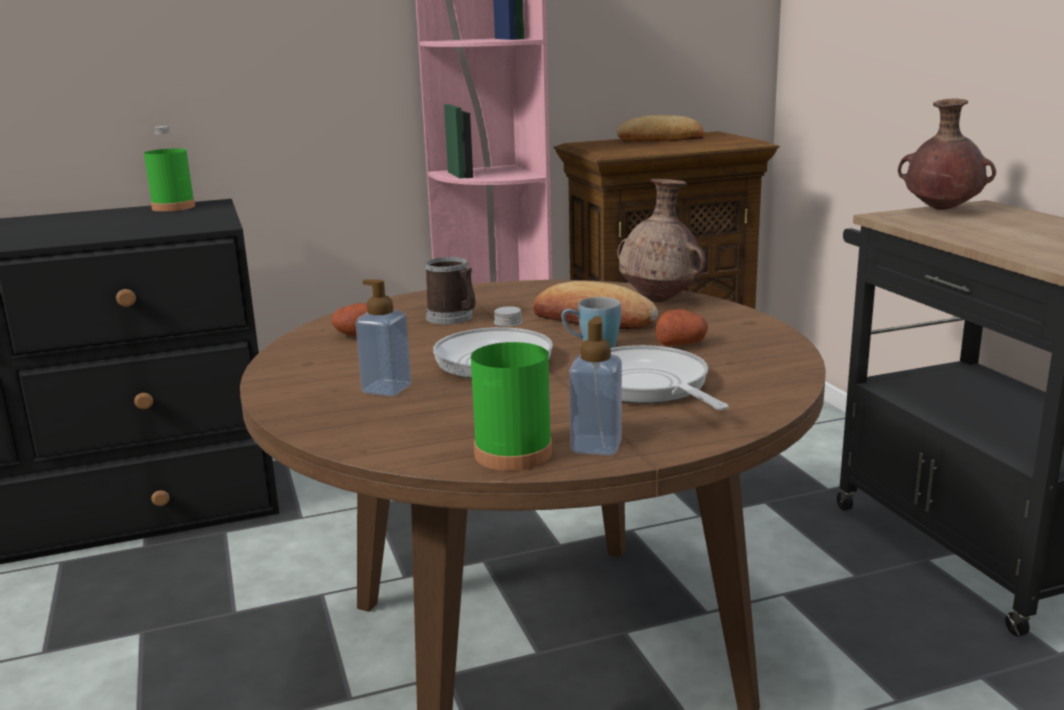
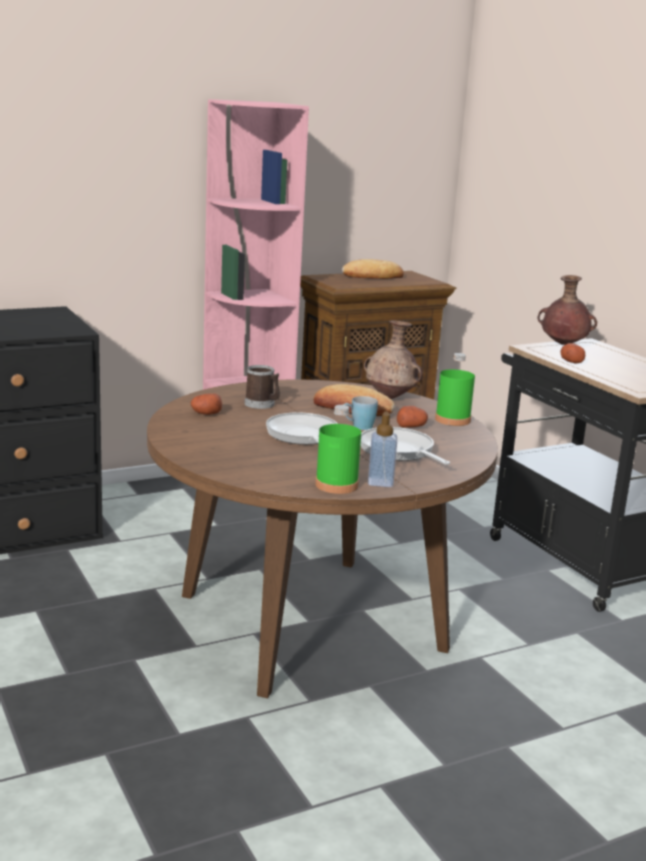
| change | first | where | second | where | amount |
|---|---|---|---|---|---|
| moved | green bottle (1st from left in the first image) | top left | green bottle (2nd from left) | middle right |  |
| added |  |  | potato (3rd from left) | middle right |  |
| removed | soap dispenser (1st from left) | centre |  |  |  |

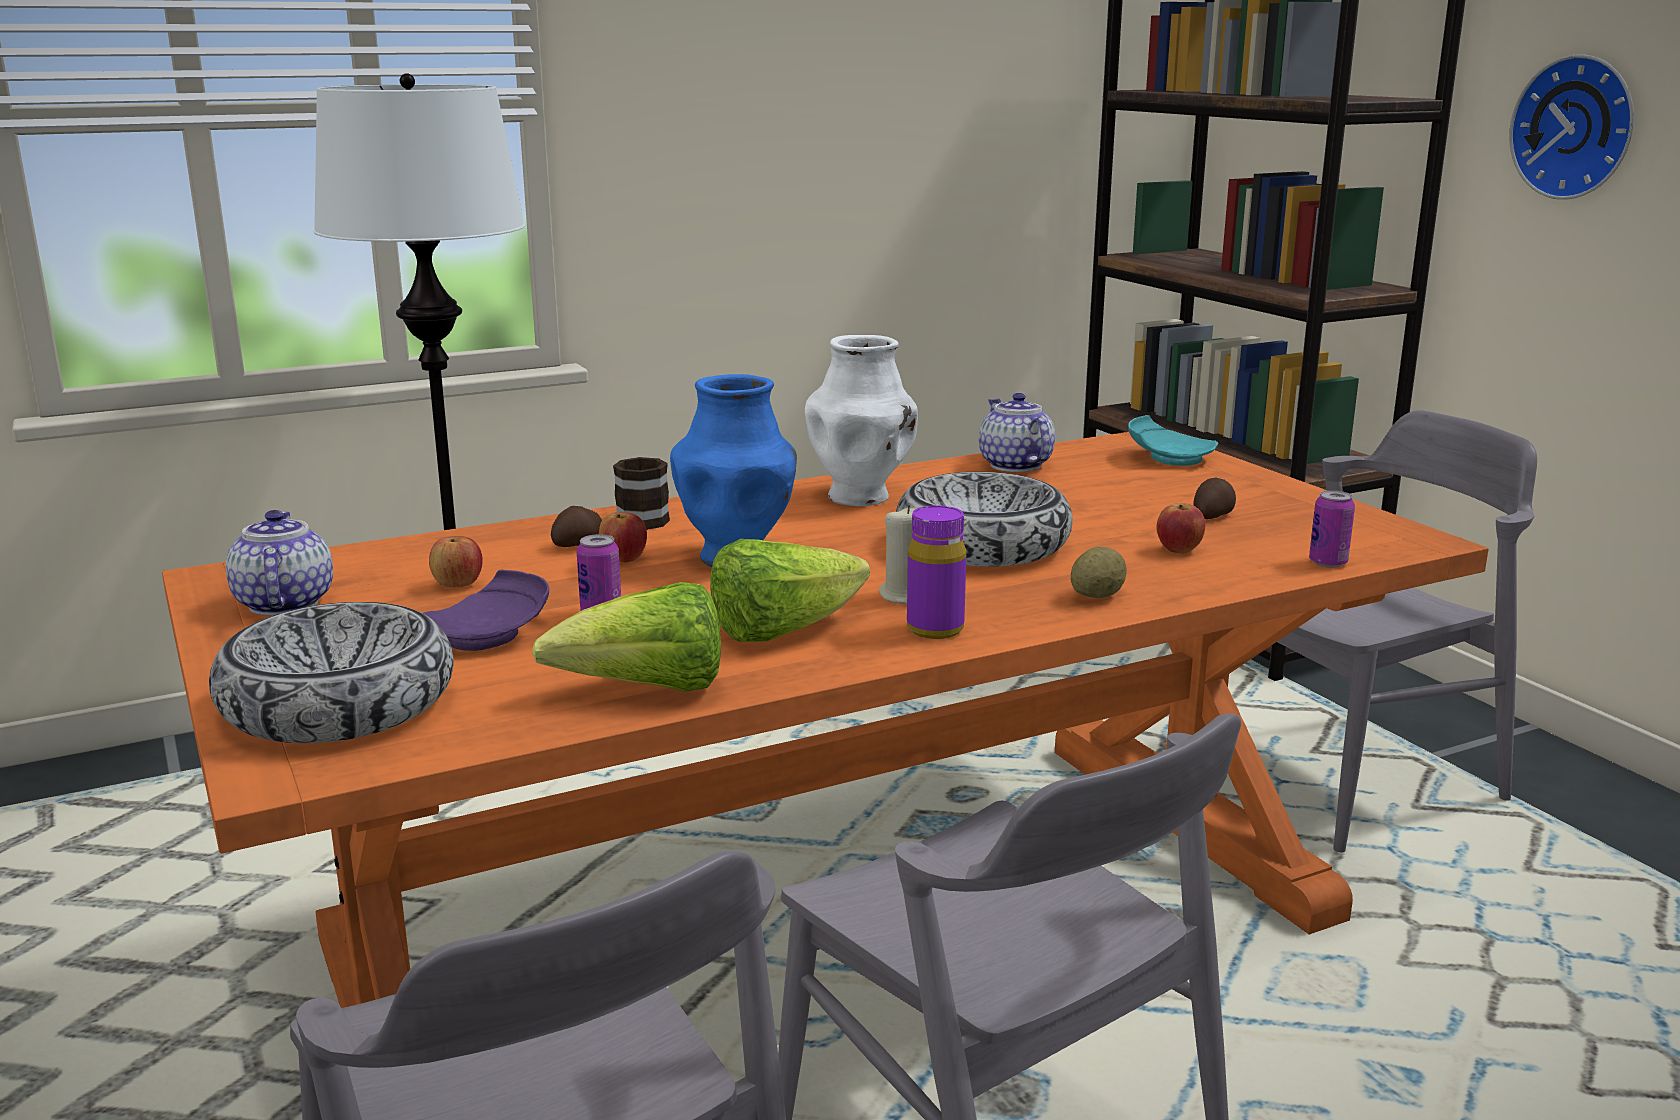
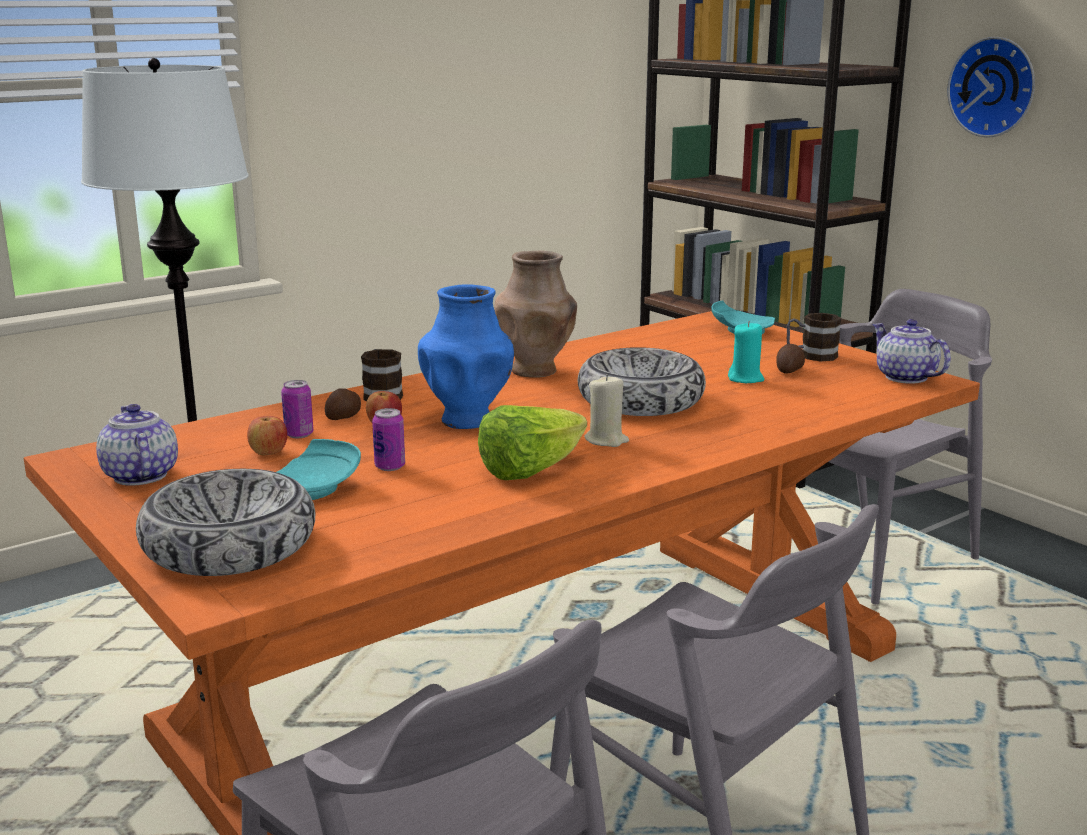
| change | first | where | second | where | amount |
|---|---|---|---|---|---|
| recoloured | purple plate | middle left | turquoise plate (1st from left) | middle left |  |
| moved | can (2nd from left in the first image) | middle right | can (1st from left) | middle left |  |
| recoloured | white vase | centre | brown vase | centre |  |
| added |  |  | turquoise candle | middle right |  |
| added |  |  | mug (2nd from left) | middle right |  |
| moved | teapot (2nd from left) | centre |  | middle right |  |
| removed | lettuce (1st from left) | centre |  |  |  |
| removed | purple bottle | centre |  |  |  |
| removed | potato (2nd from left) | centre |  |  |  |
| removed | apple (3rd from left) | middle right |  |  |  |

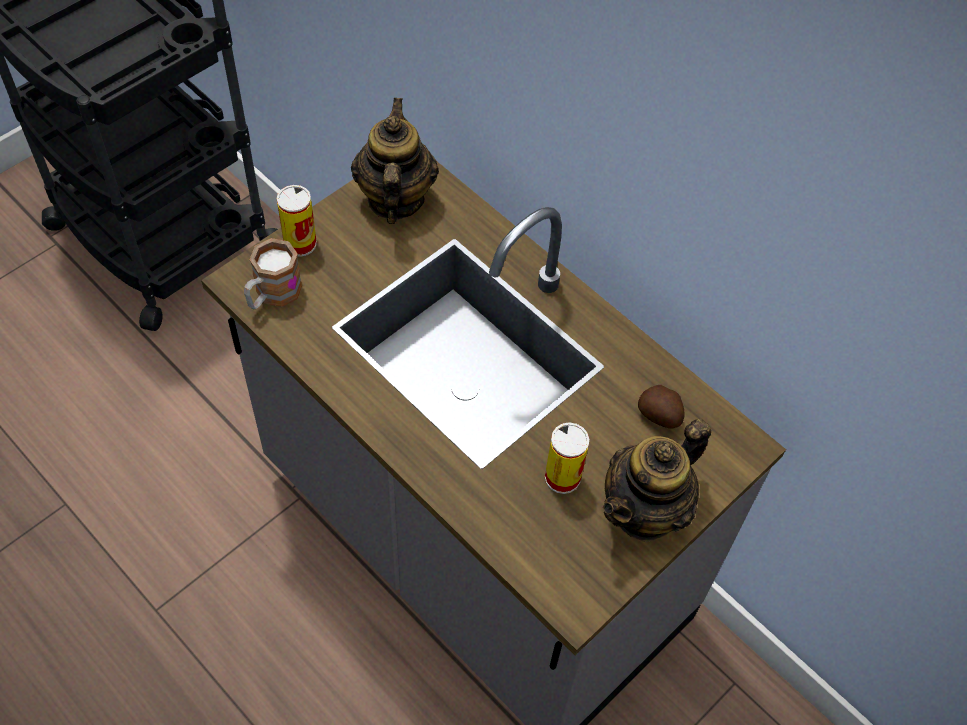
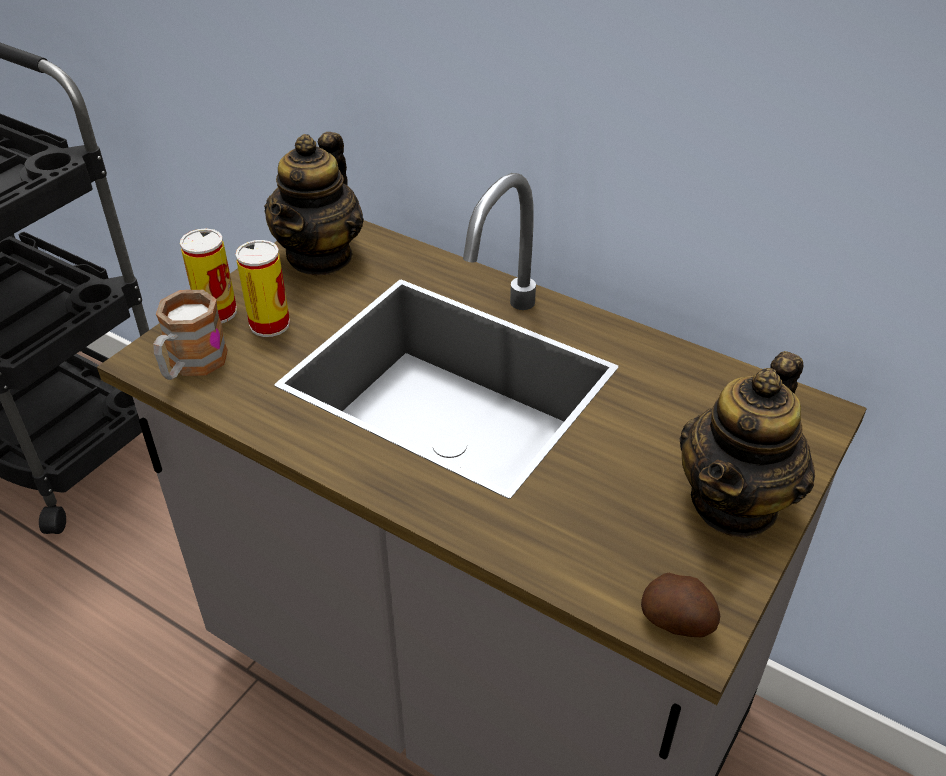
| change | first | where | second | where | amount |
|---|---|---|---|---|---|
| moved | can (2nd from left) | centre |  | middle left |  |
| turned | teapot (1st from left) | top centre |  | top left | 150 degrees counterclockwise |
| moved | potato | middle right |  | bottom right |  |

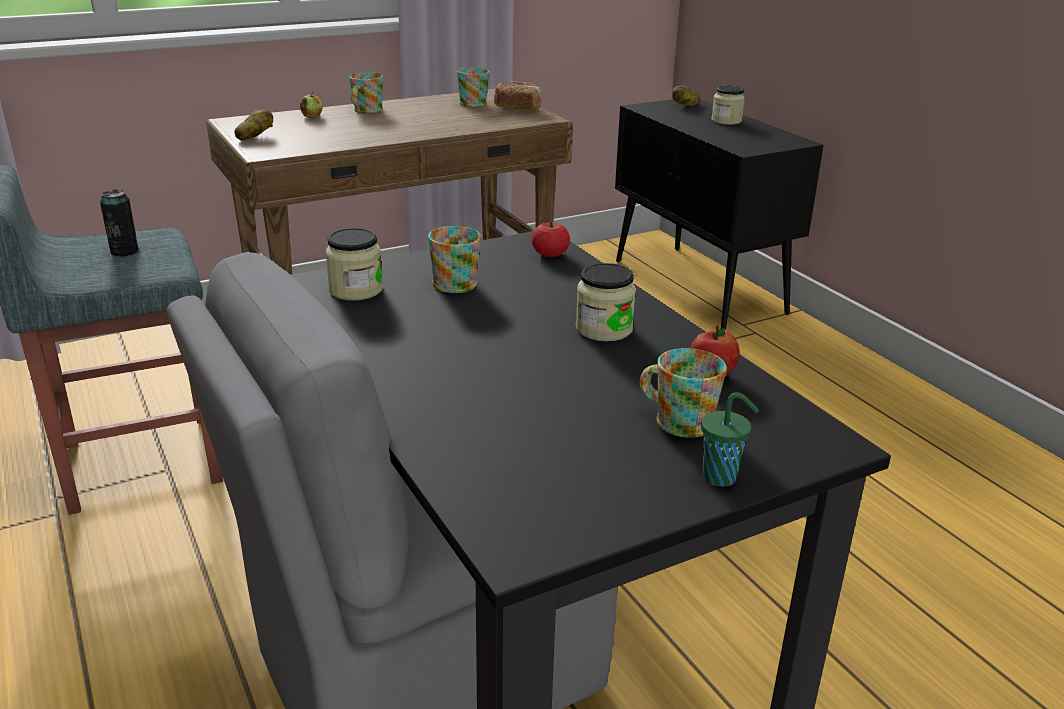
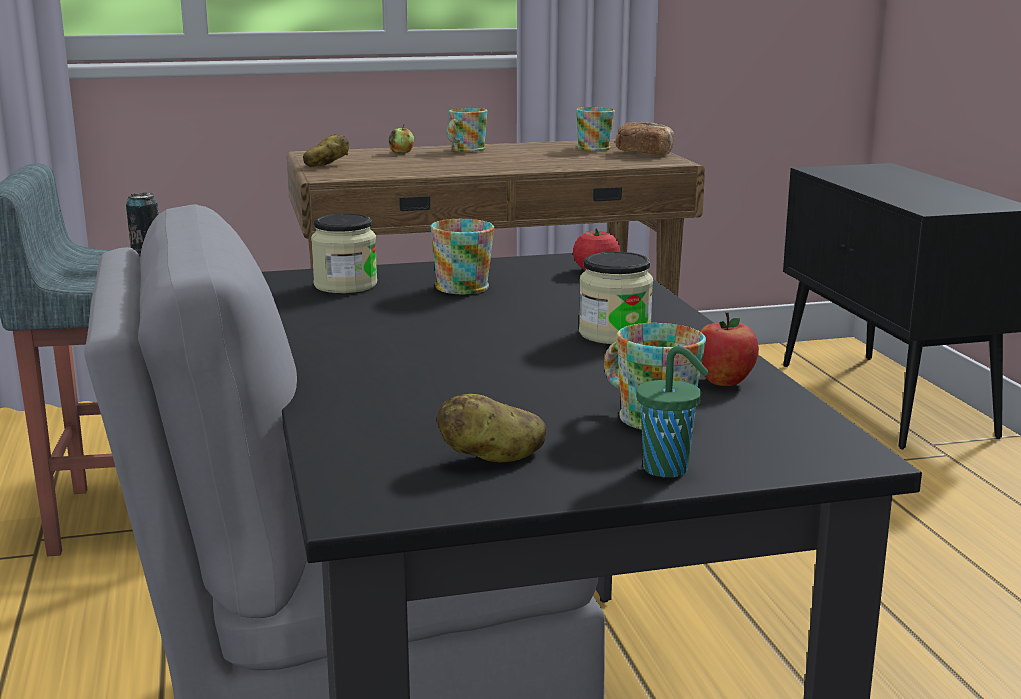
| change | first | where | second | where | amount |
|---|---|---|---|---|---|
| moved | potato (2nd from left) | top centre |  | centre |  |
| removed | jar (3rd from left) | top right |  |  |  |

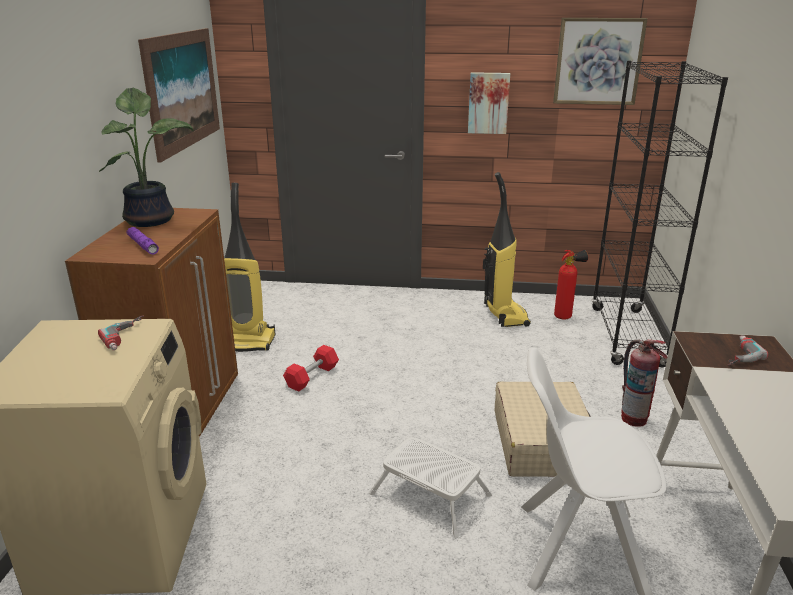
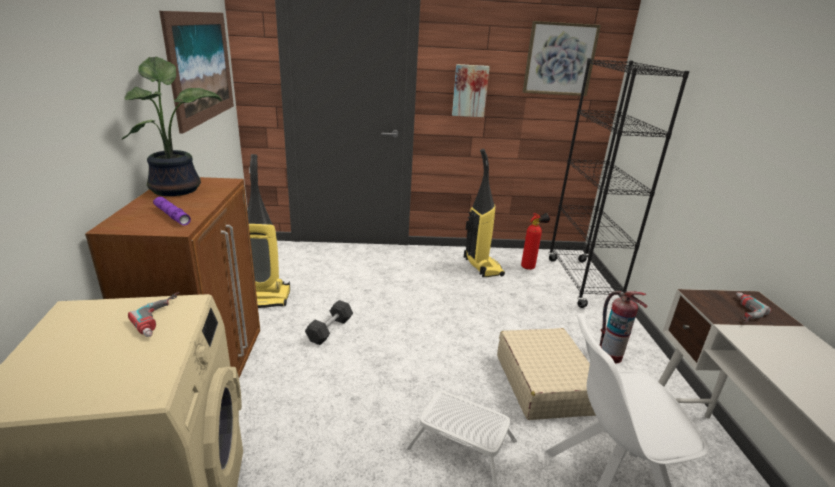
| change | first | where | second | where | amount |
|---|---|---|---|---|---|
| recoloured | red dumbbell | centre | grey dumbbell | centre |  |

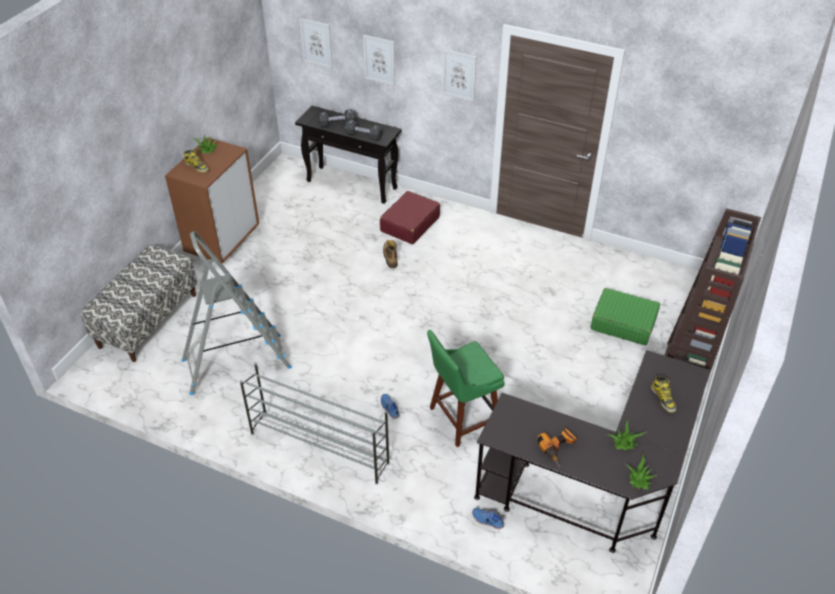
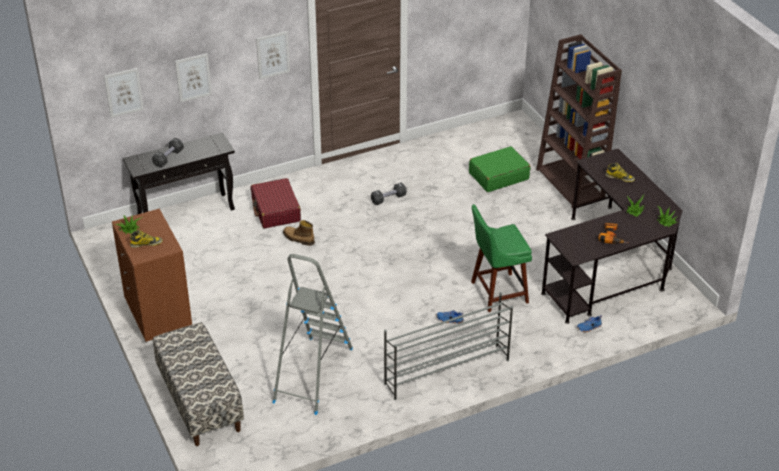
| change | first | where | second | where | amount |
|---|---|---|---|---|---|
| moved | black dumbbell (2nd from left) | top centre |  | centre |  |
| turned | green chair | centre |  | centre | 60 degrees clockwise |

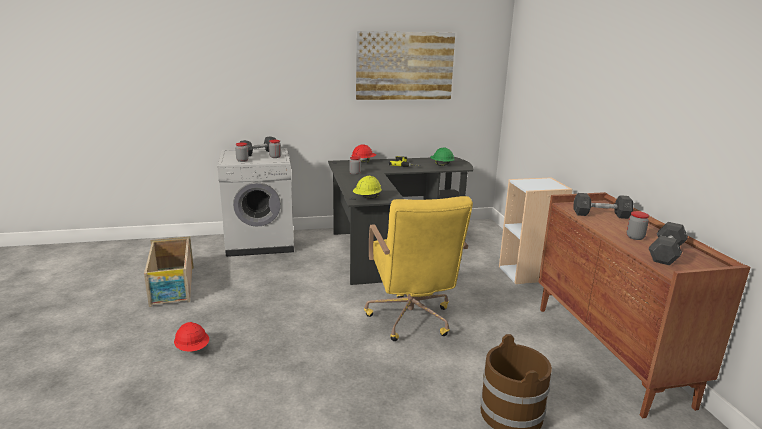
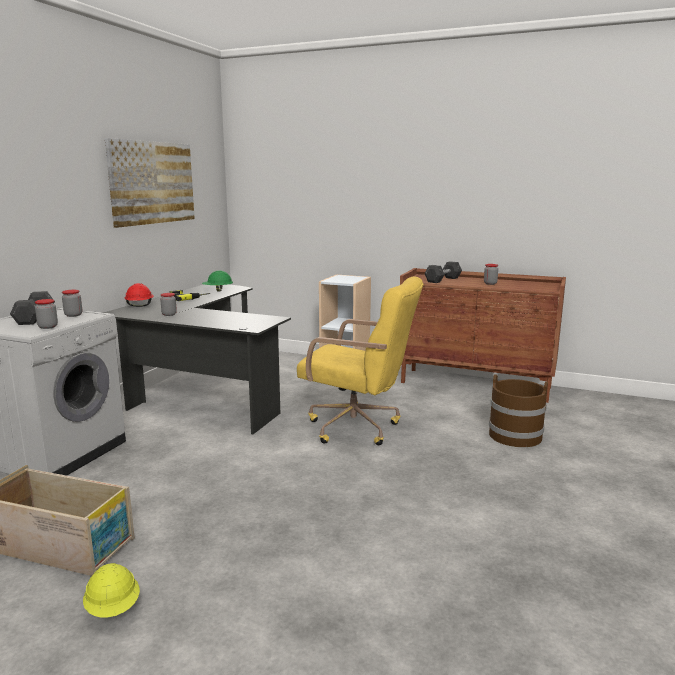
| change | first | where | second | where | amount |
|---|---|---|---|---|---|
| moved | yellow hard hat | centre |  | bottom left |  |
| removed | red hard hat (1st from left) | bottom left |  |  |  |
| removed | grey dumbbell (3rd from left) | middle right |  |  |  |

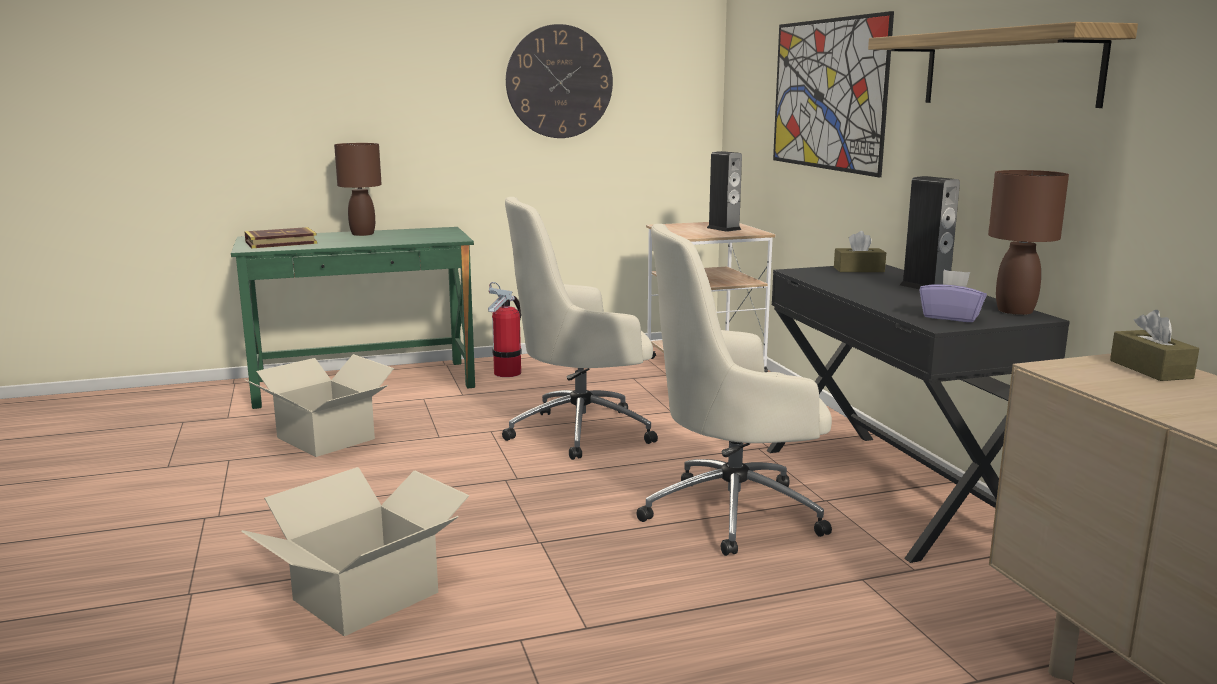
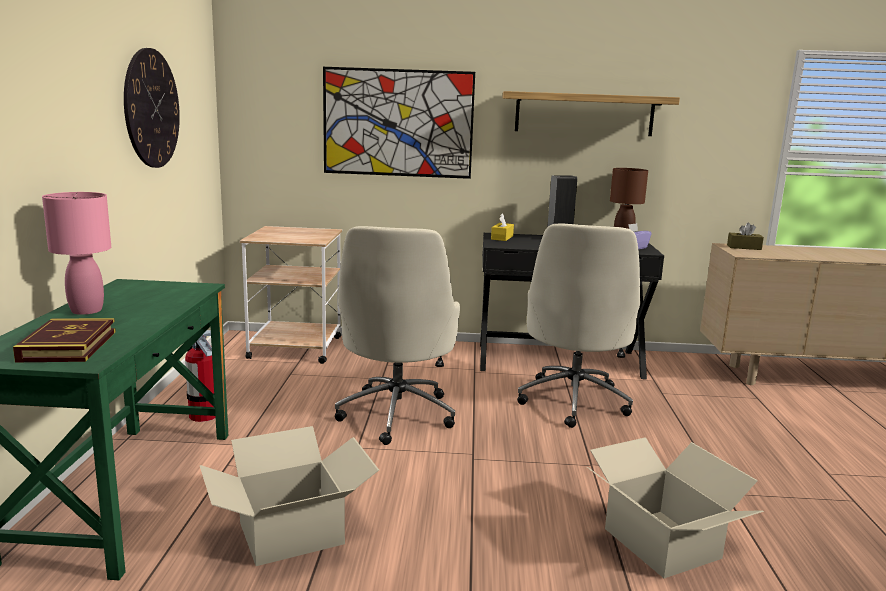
| change | first | where | second | where | amount |
|---|---|---|---|---|---|
| recoloured | brown table lamp (1st from left) | top left | pink table lamp | middle left |  |
| recoloured | brown tissue box (1st from left) | middle right | yellow tissue box | centre |  |
| removed | speaker (1st from left) | top centre |  |  |  |

